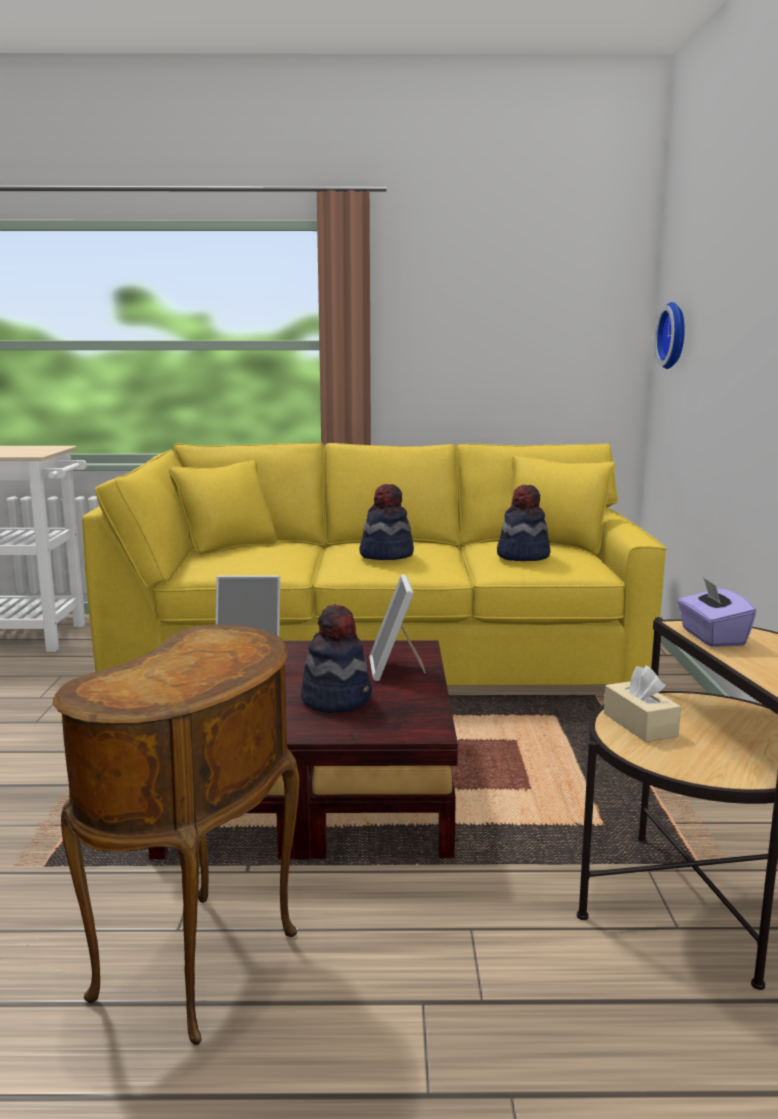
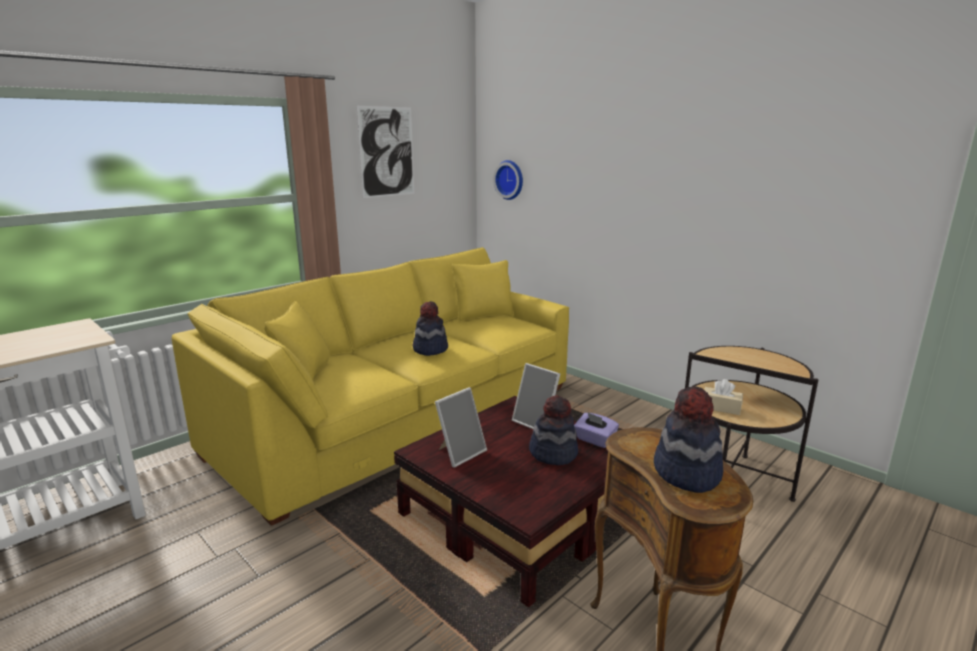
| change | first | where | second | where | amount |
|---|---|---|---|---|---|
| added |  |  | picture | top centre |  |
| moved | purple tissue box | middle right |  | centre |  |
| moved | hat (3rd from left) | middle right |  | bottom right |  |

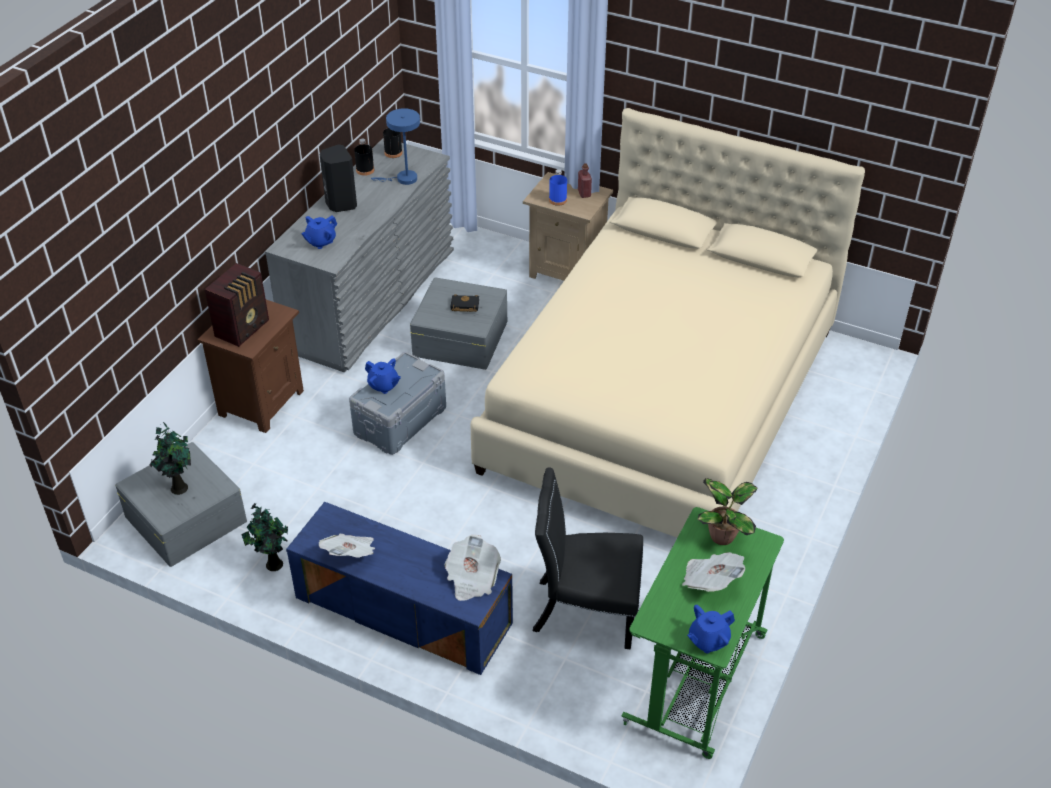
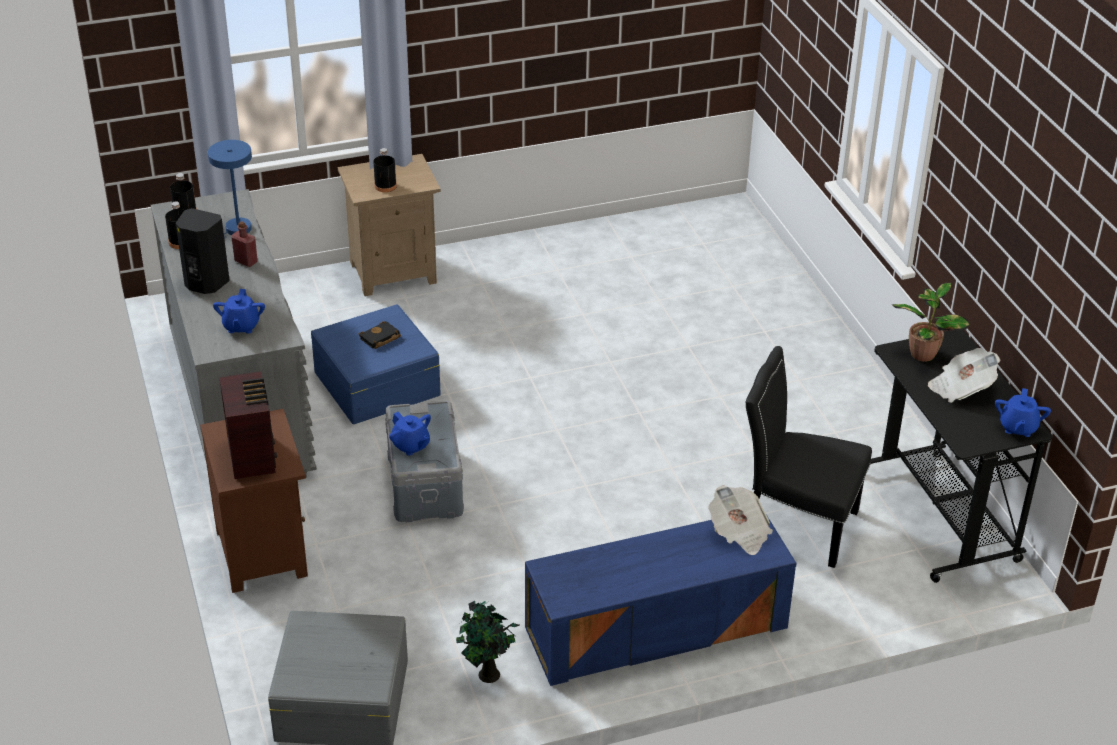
| change | first | where | second | where | amount |
|---|---|---|---|---|---|
| moved | red bottle | top centre |  | top left |  |
| recoloured | grey storage box (3rd from left) | centre | blue storage box | centre |  |
| recoloured | blue bottle | top centre | black bottle (3rd from left) | top centre |  |
| turned | blue teapot (2nd from left) | centre |  | centre | 60 degrees clockwise |
| turned | black chair | bottom centre |  | middle right | 60 degrees clockwise |
| recoloured | green desk | bottom right | black desk | middle right |  |
| removed | potted plant (1st from left) | middle left |  |  |  |
| removed | newspaper (1st from left) | bottom left |  |  |  |
| removed | beige bed | centre |  |  |  |

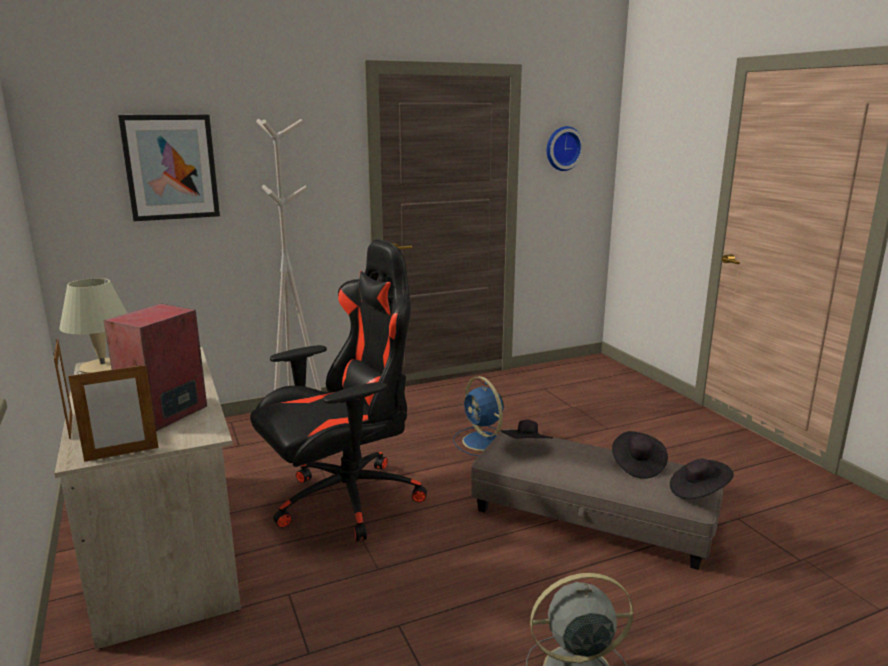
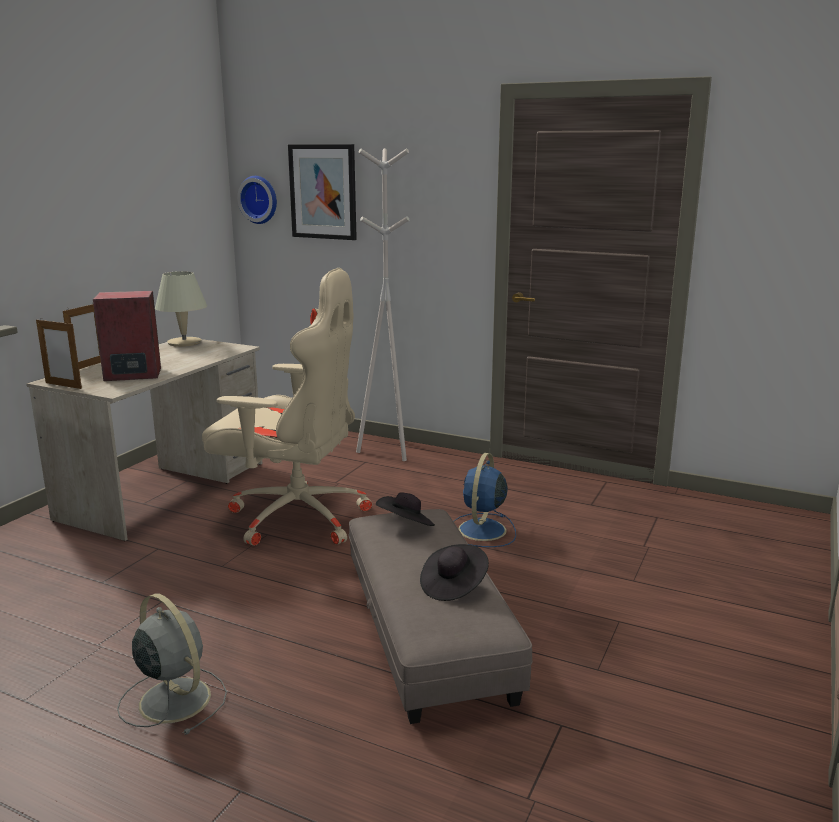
| change | first | where | second | where | amount |
|---|---|---|---|---|---|
| recoloured | black office chair | centre | beige office chair | centre |  |
| moved | wall clock | top centre |  | top left |  |
| removed | black hat (3rd from left) | bottom right |  |  |  |

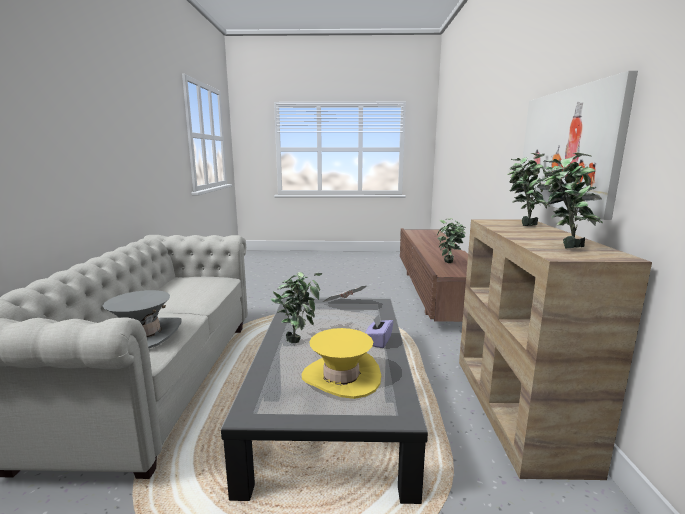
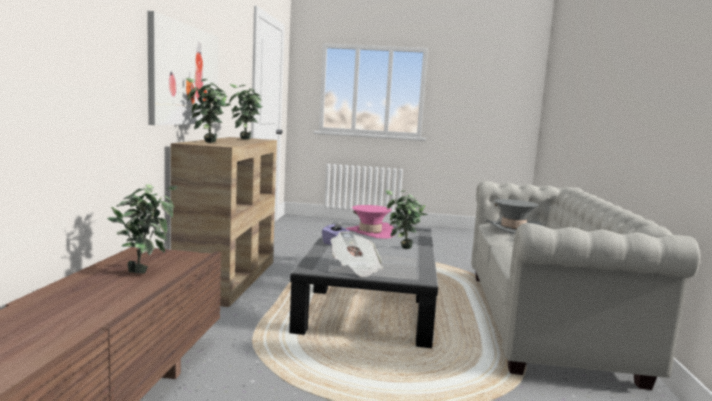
| change | first | where | second | where | amount |
|---|---|---|---|---|---|
| recoloured | yellow hat | bottom centre | pink hat | centre |  |

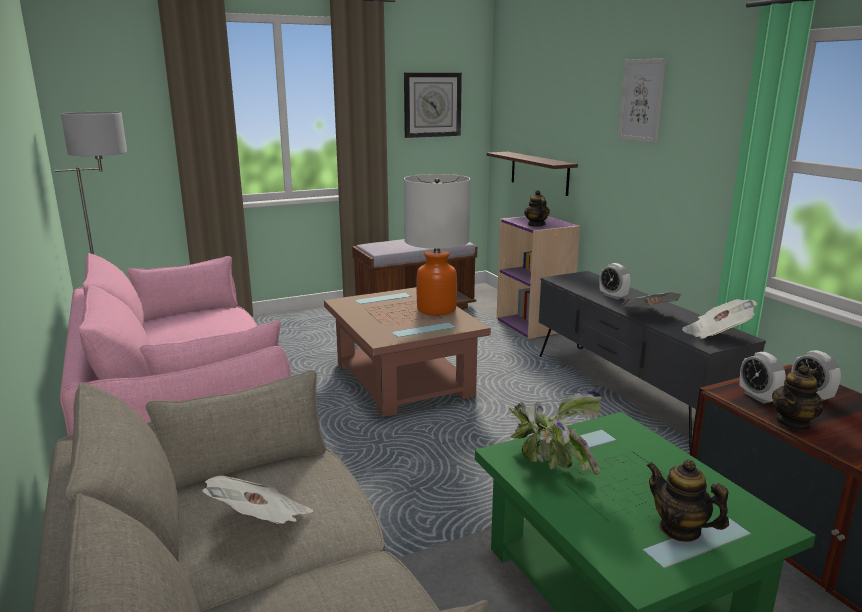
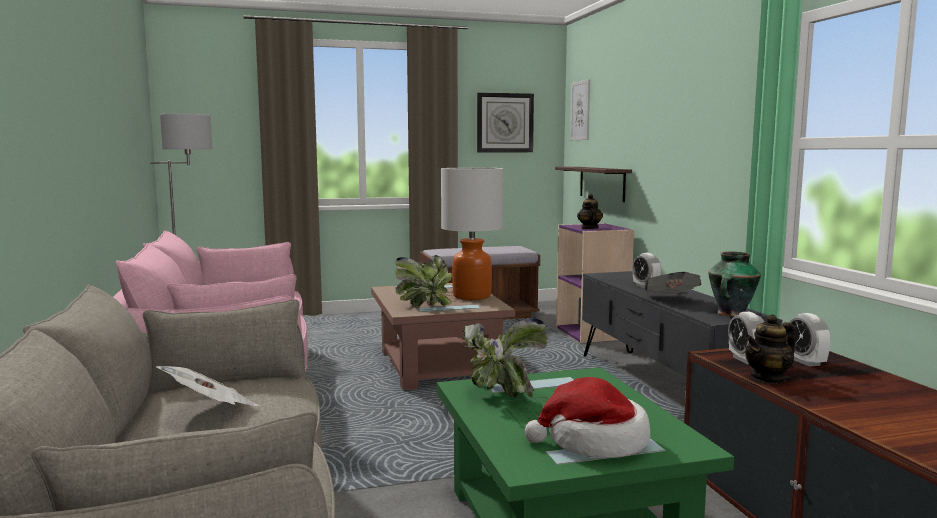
| change | first | where | second | where | amount |
|---|---|---|---|---|---|
| added |  |  | potted plant (1st from left) | centre |  |
| replaced | teapot (2nd from left) | bottom right | hat | bottom centre |  |
| moved | picture | top right |  | top centre |  |
| replaced | newspaper (3rd from left) | middle right | vase | middle right |  |

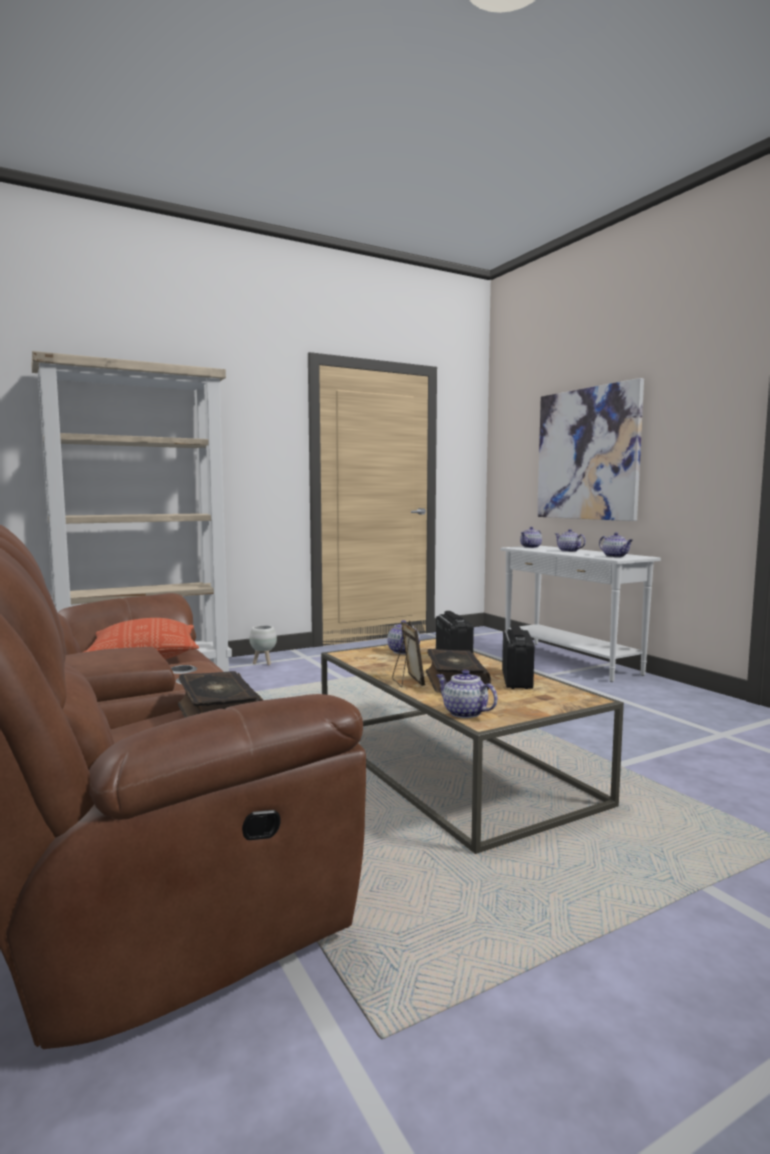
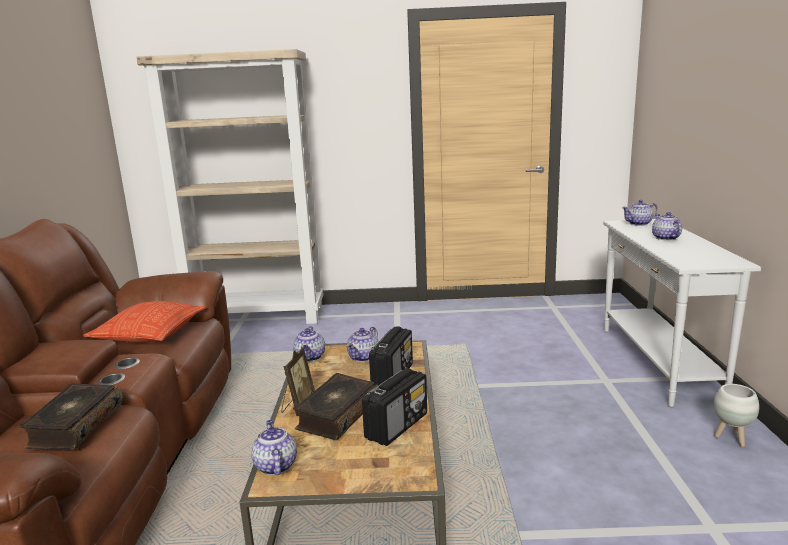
| change | first | where | second | where | amount |
|---|---|---|---|---|---|
| moved | teapot (5th from left in the first image) | middle right | teapot (2nd from left) | centre |  |
| moved | white planter | centre |  | bottom right |  |
| removed | picture | middle right |  |  |  |

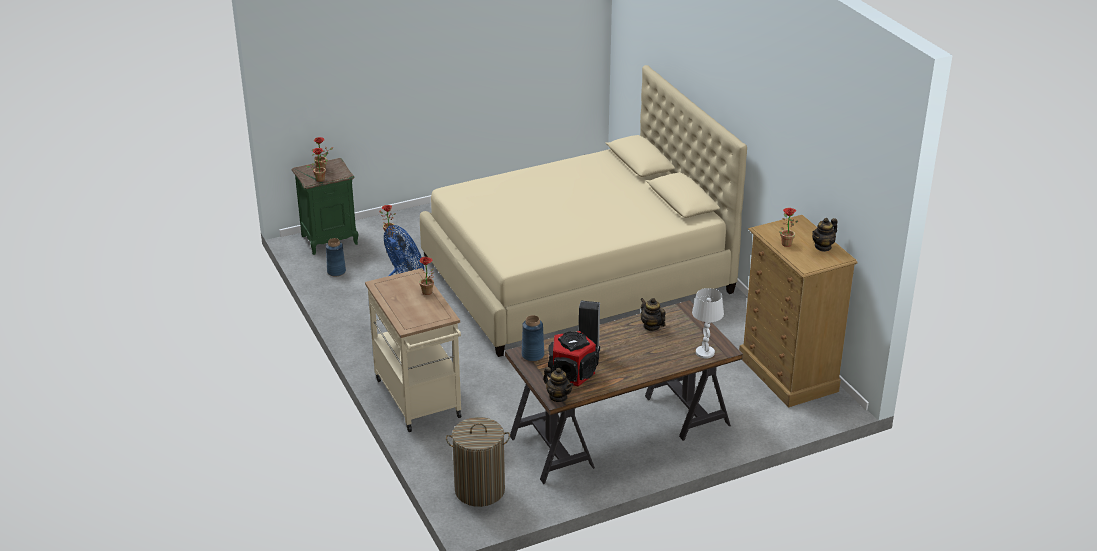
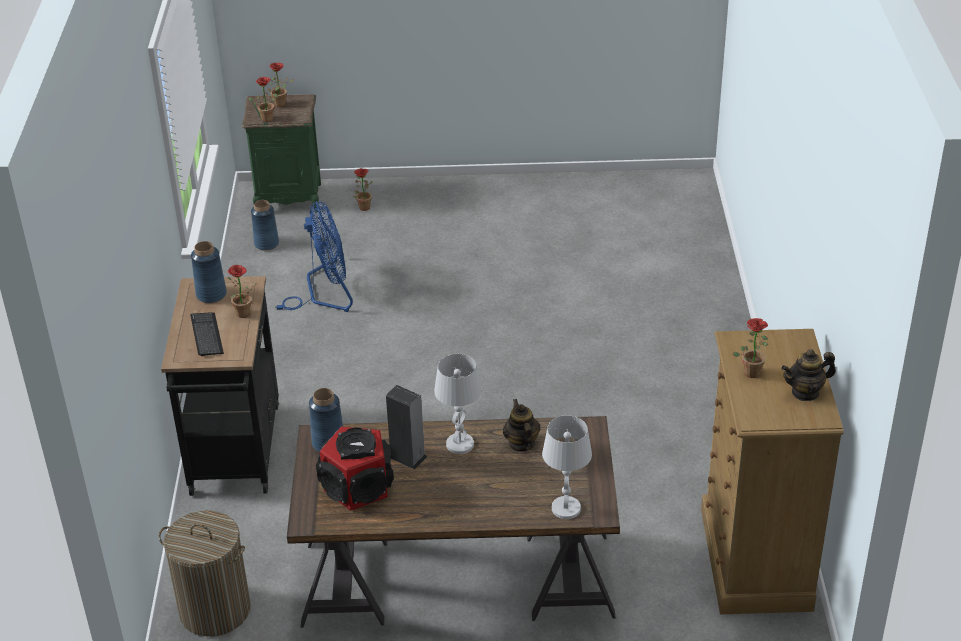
| change | first | where | second | where | amount |
|---|---|---|---|---|---|
| recoloured | beige cart | centre | black cart | middle left |  |
| added |  |  | keyboard | middle left |  |
| added |  |  | blue vase (1st from left) | middle left |  |
| added |  |  | white table lamp (1st from left) | centre |  |
| removed | beige bed | centre |  |  |  |
| removed | teapot (1st from left) | bottom centre |  |  |  |

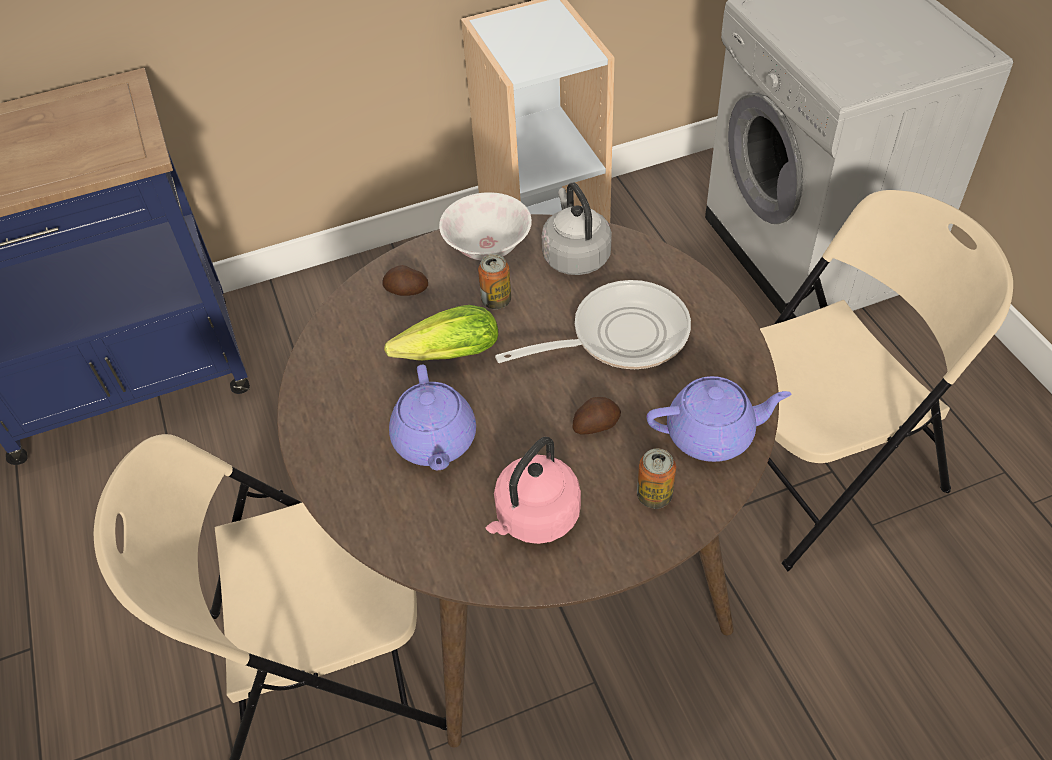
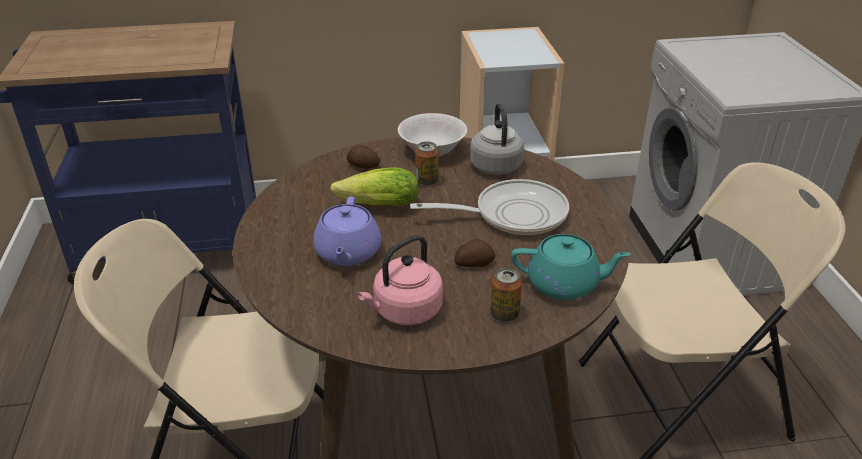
| change | first | where | second | where | amount |
|---|---|---|---|---|---|
| recoloured | purple teapot (2nd from left) | middle right | turquoise teapot | centre |  |

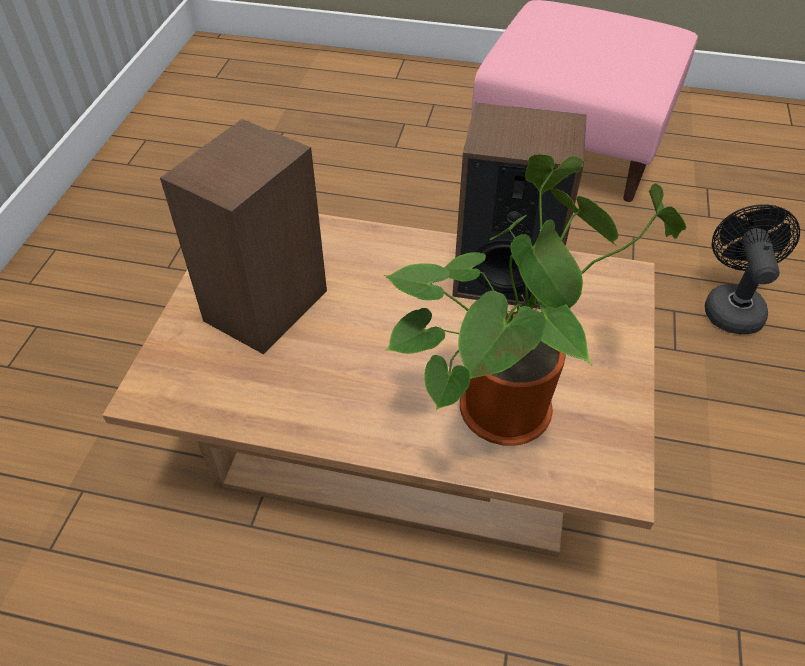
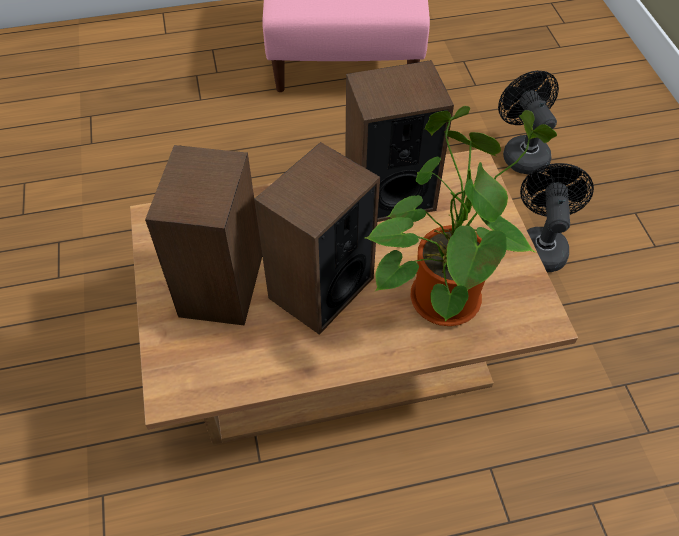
| change | first | where | second | where | amount |
|---|---|---|---|---|---|
| added |  |  | speaker (2nd from left) | centre |  |
| added |  |  | black fan (2nd from left) | middle right |  |

